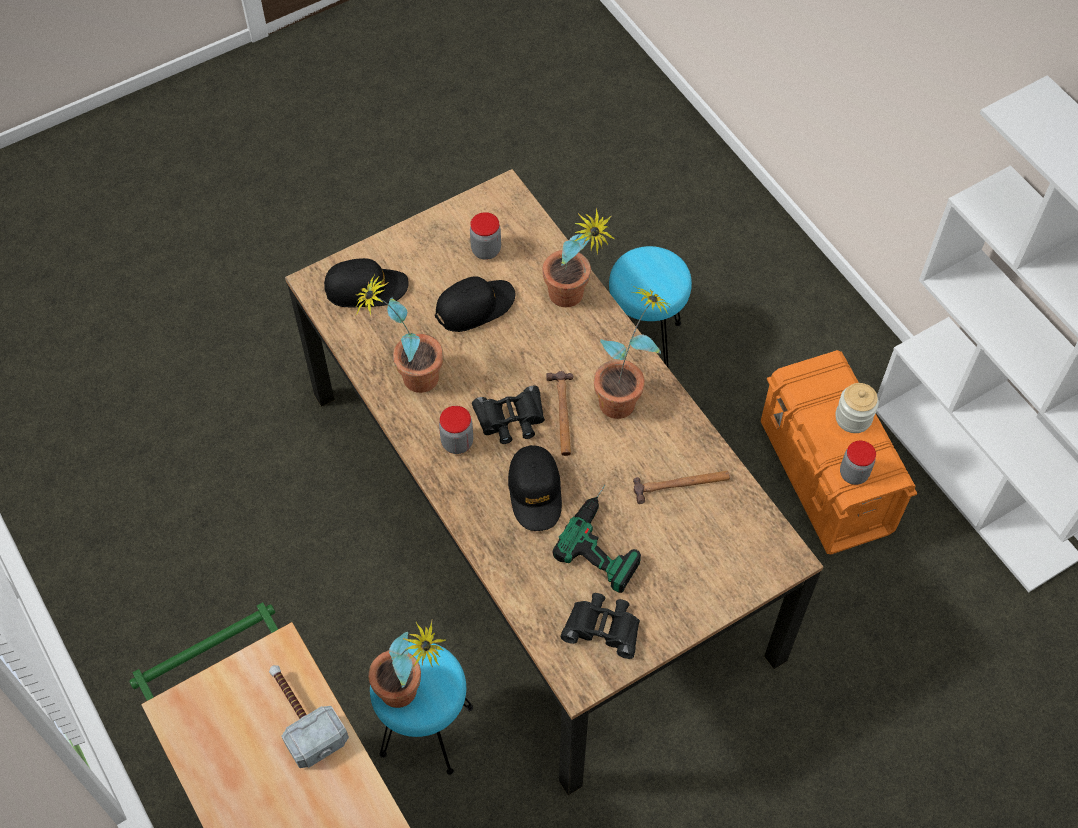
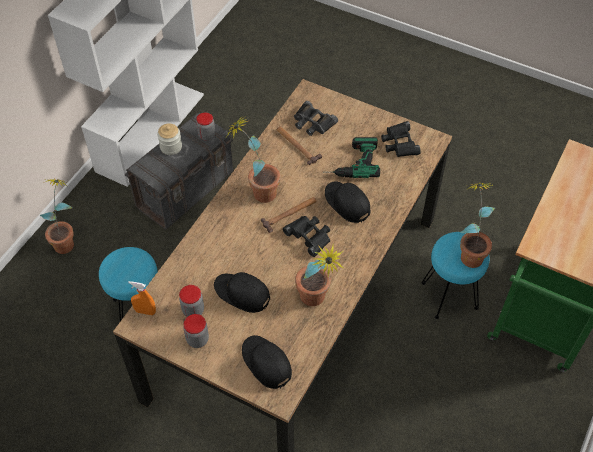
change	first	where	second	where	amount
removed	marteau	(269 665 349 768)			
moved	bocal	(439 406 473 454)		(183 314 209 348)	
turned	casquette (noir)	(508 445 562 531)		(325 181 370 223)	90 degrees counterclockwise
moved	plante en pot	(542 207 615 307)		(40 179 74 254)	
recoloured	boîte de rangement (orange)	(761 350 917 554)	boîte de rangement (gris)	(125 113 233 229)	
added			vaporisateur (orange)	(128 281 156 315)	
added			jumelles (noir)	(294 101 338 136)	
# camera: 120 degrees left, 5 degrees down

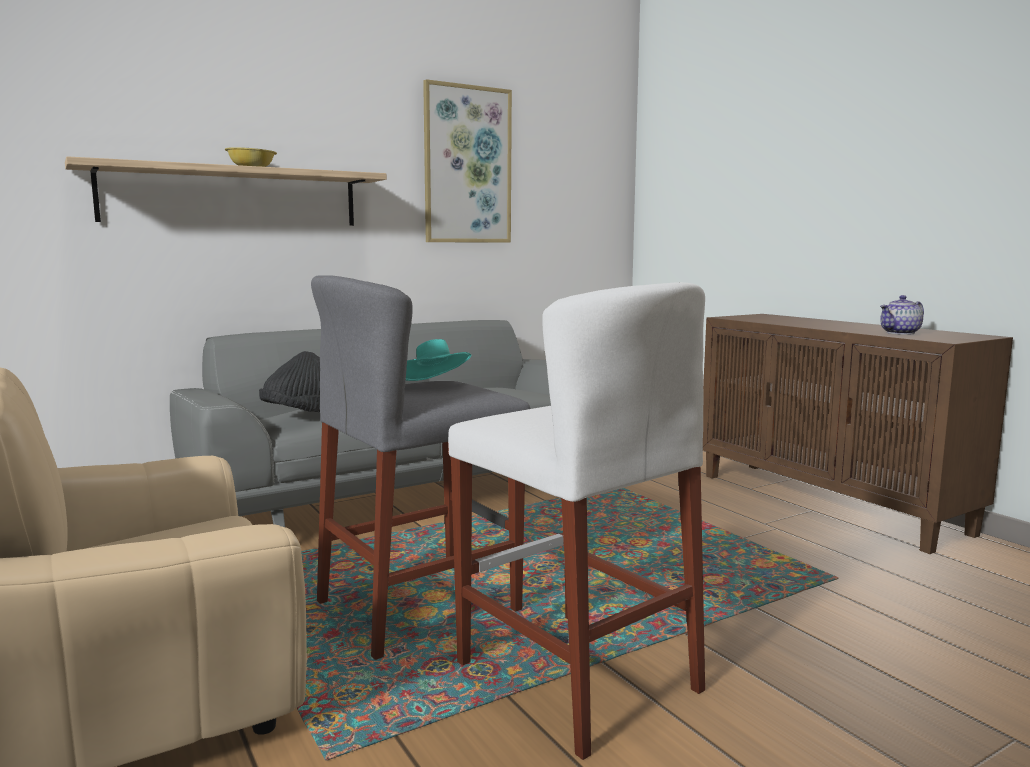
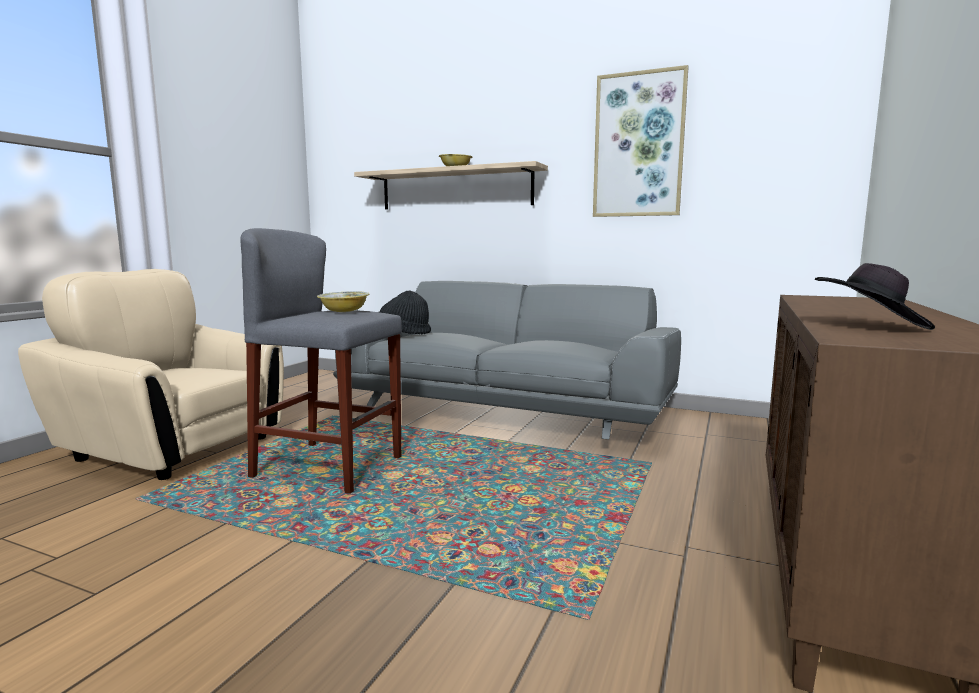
change	first	where	second	where	amount
replaced	chapeau (turquoise)	(406 339 472 381)	bol	(317 291 370 312)	
removed	tabouret (blanc)	(448 282 705 760)			
replaced	théière	(880 295 924 335)	chapeau (noir)	(814 263 935 330)	
# camera: 55 degrees right, 0 degrees up

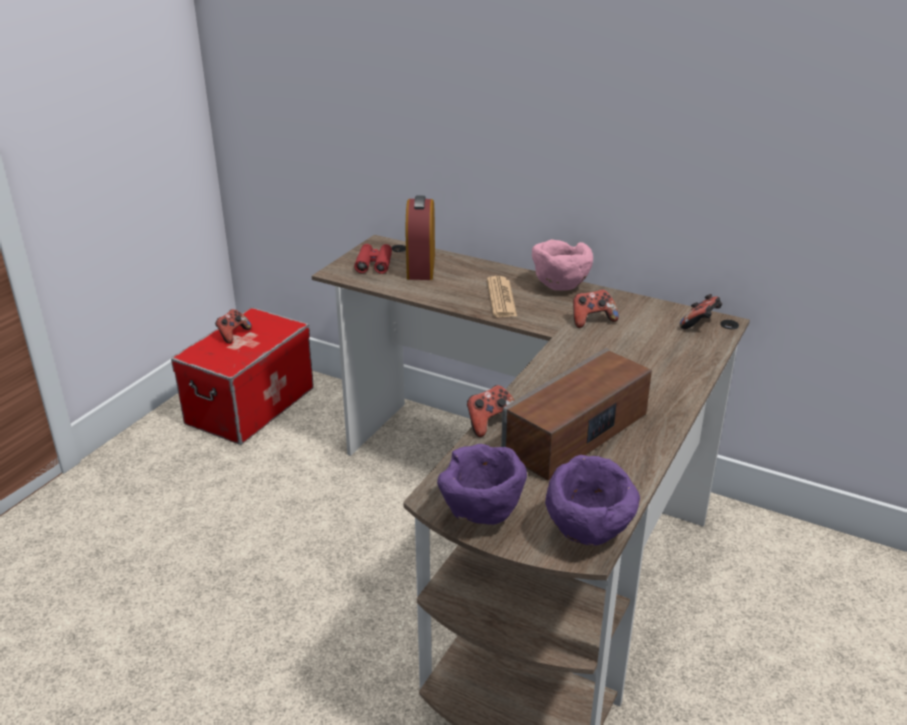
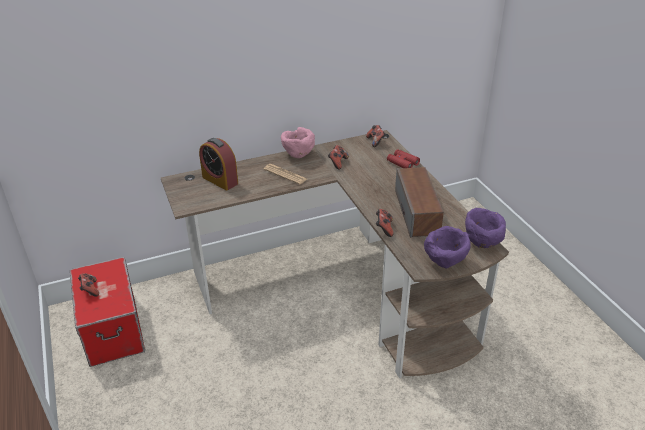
change	first	where	second	where	amount
moved	jumelles (rouge)	(354 244 392 274)		(387 149 420 168)	
# camera: 50 degrees left, 5 degrees up

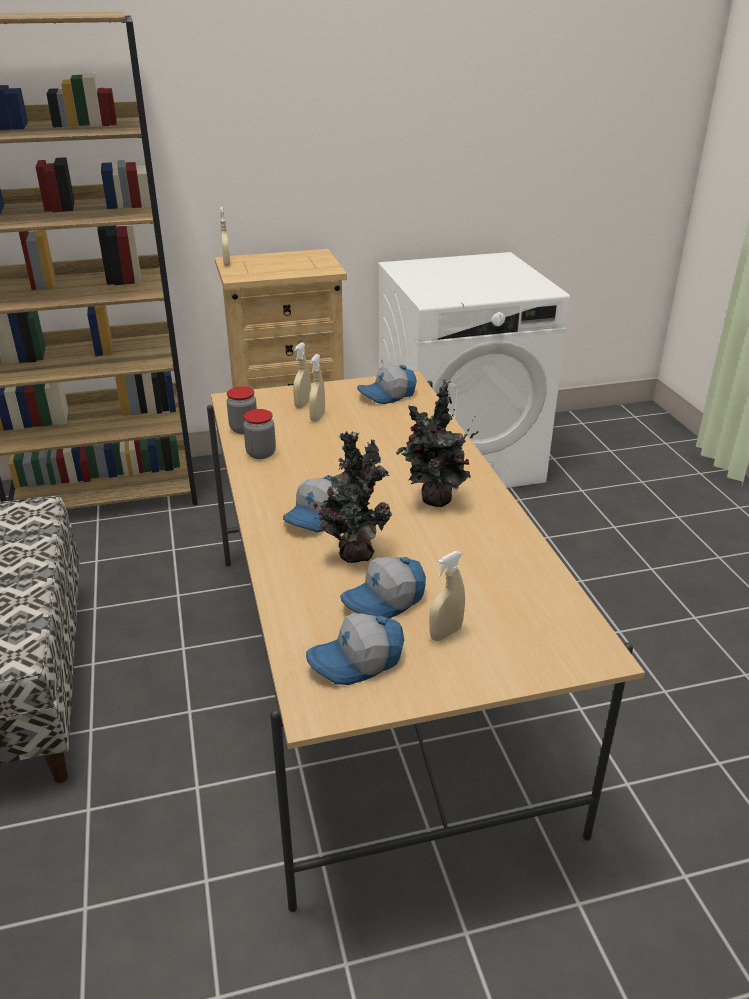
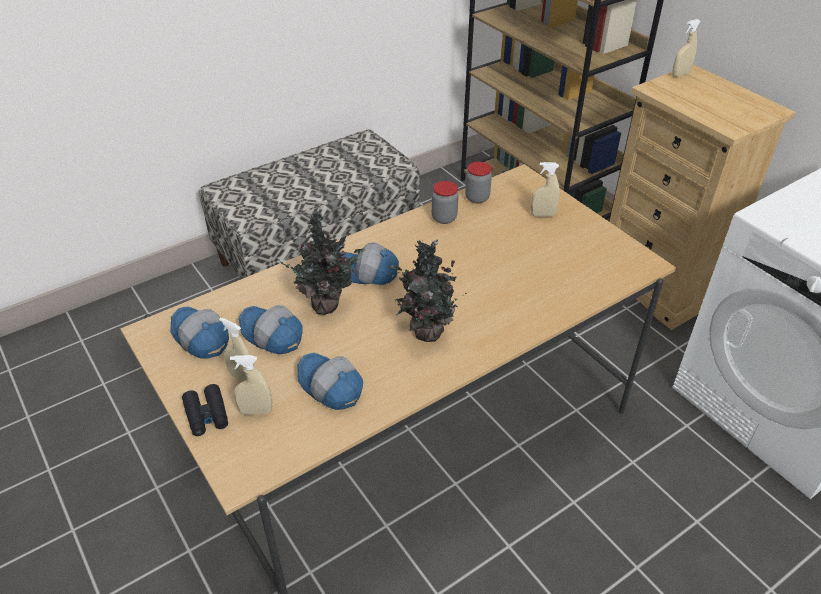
change	first	where	second	where	amount
moved	vaporisateur (beige)	(309 354 325 422)		(230 355 272 415)	
moved	casquette	(357 365 417 404)		(297 353 363 410)	
added			jumelles (noir)	(182 384 228 436)	
# camera: 70 degrees right, 10 degrees up

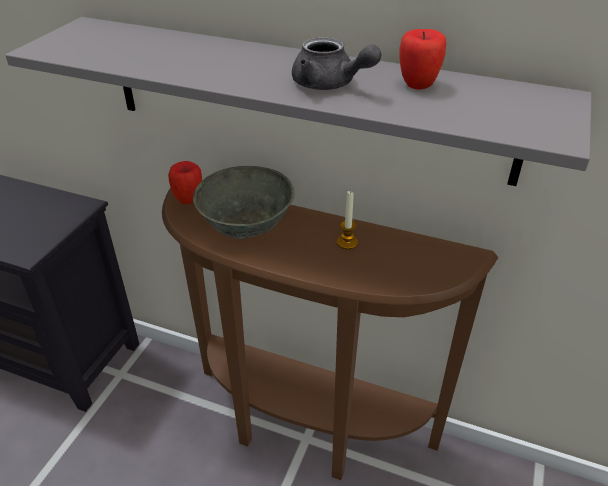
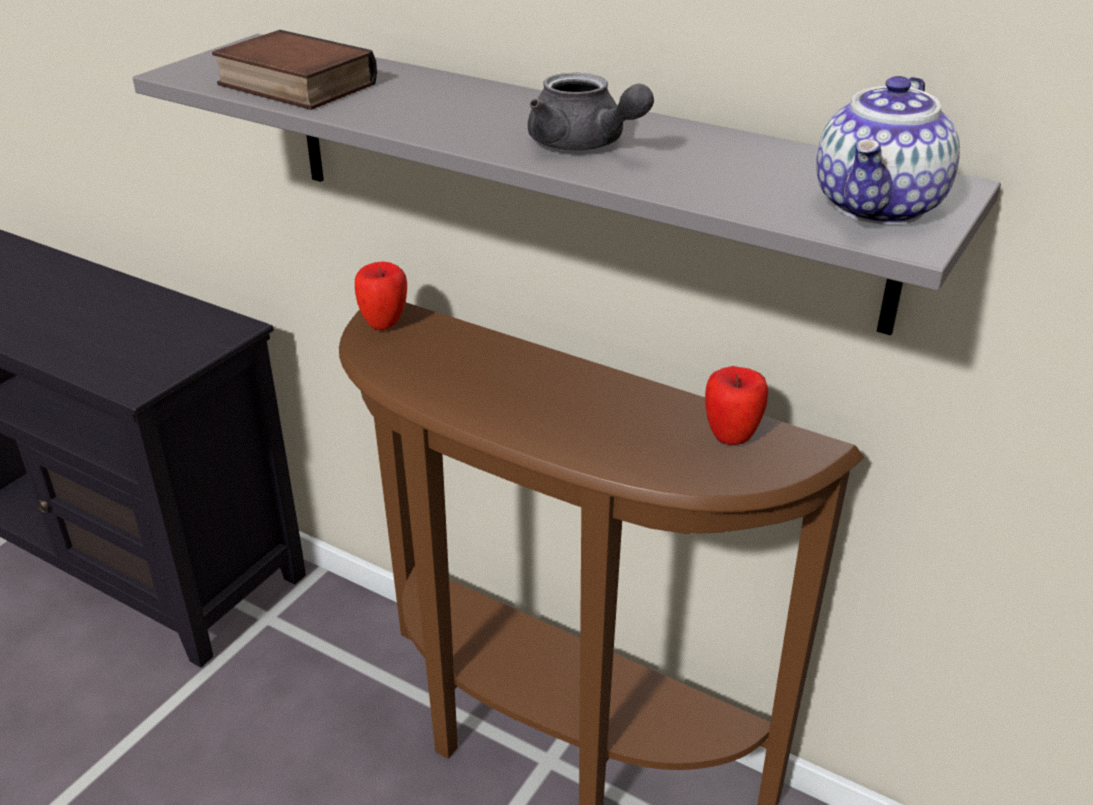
change	first	where	second	where	amount
removed	bol (gris)	(193 166 295 239)			
removed	bougie	(337 190 358 249)			
moved	pomme	(400 29 446 89)		(705 366 769 445)	
added			livre	(212 30 377 110)	
added			théière	(816 76 960 225)	
# camera: 10 degrees right, 5 degrees down

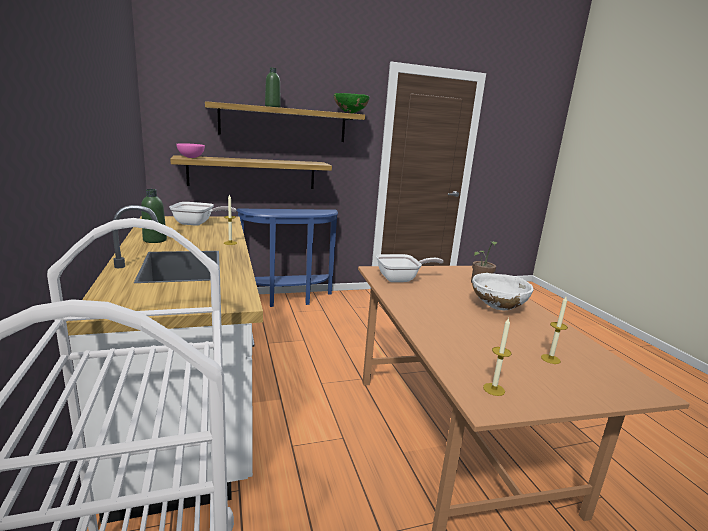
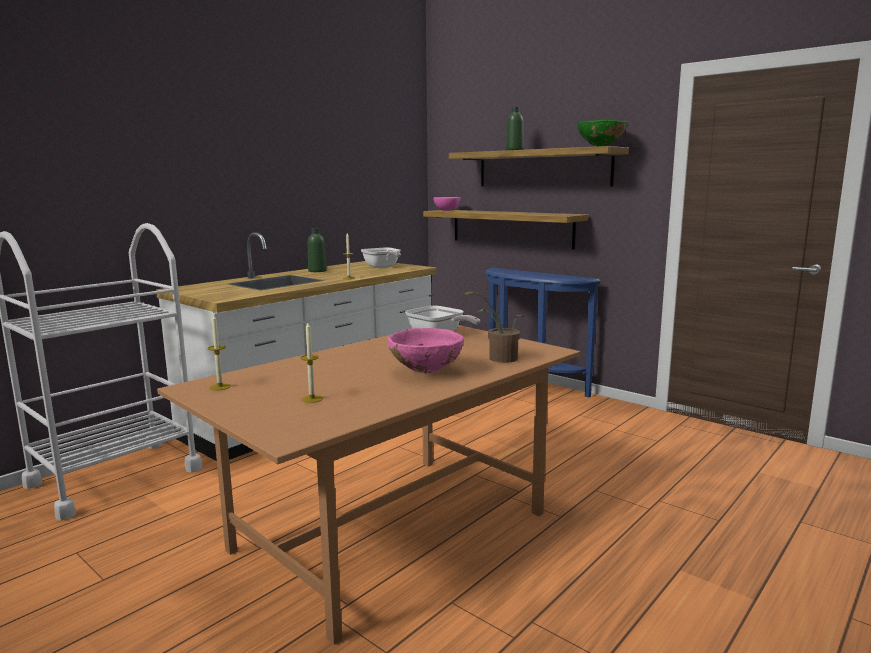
change	first	where	second	where	amount
recoloured	bol (blanc)	(472 273 534 310)	bol (rose)	(388 328 464 373)	
# camera: 60 degrees right, 5 degrees down

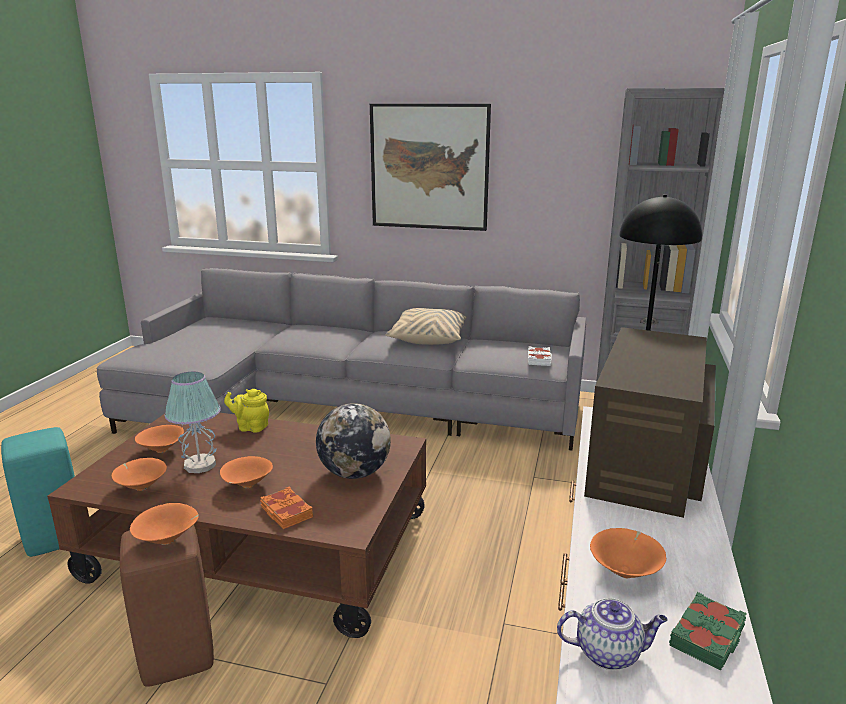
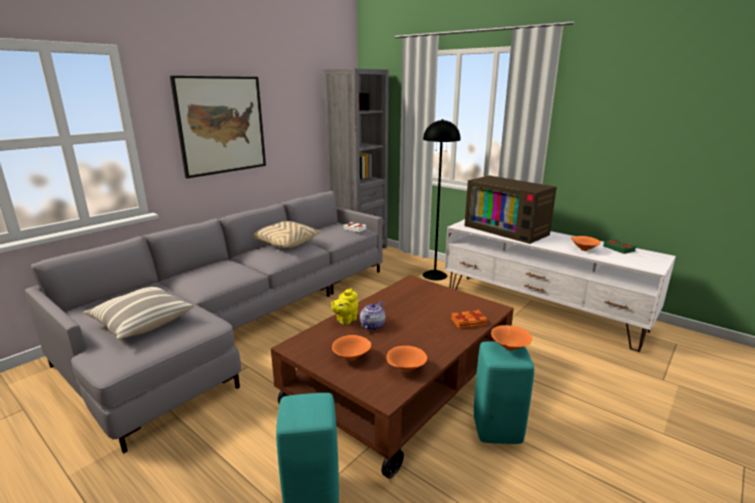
change	first	where	second	where	amount
recoloured	tabouret (marron)	(120 525 214 687)	tabouret (turquoise)	(474 342 534 444)	
removed	lampe de table	(165 372 221 473)			
removed	bol (orange)	(220 456 273 488)			
removed	globe	(316 403 391 479)			
moved	théière	(557 598 668 670)		(360 301 386 330)	
added			coussin	(83 287 194 339)	
# camera: 65 degrees left, 0 degrees up

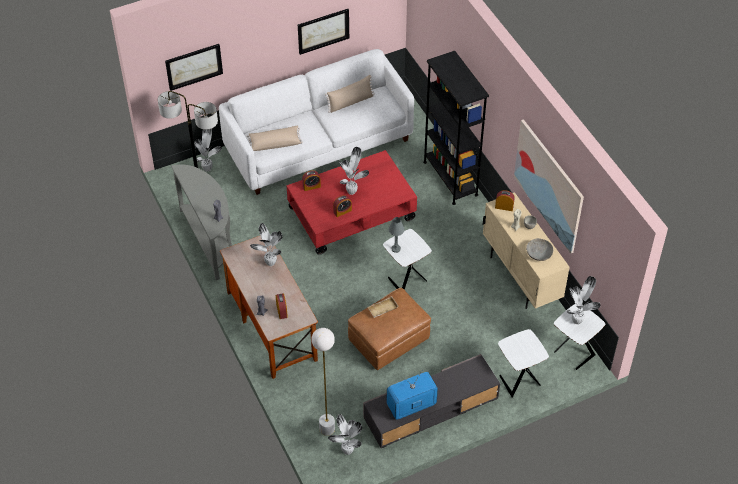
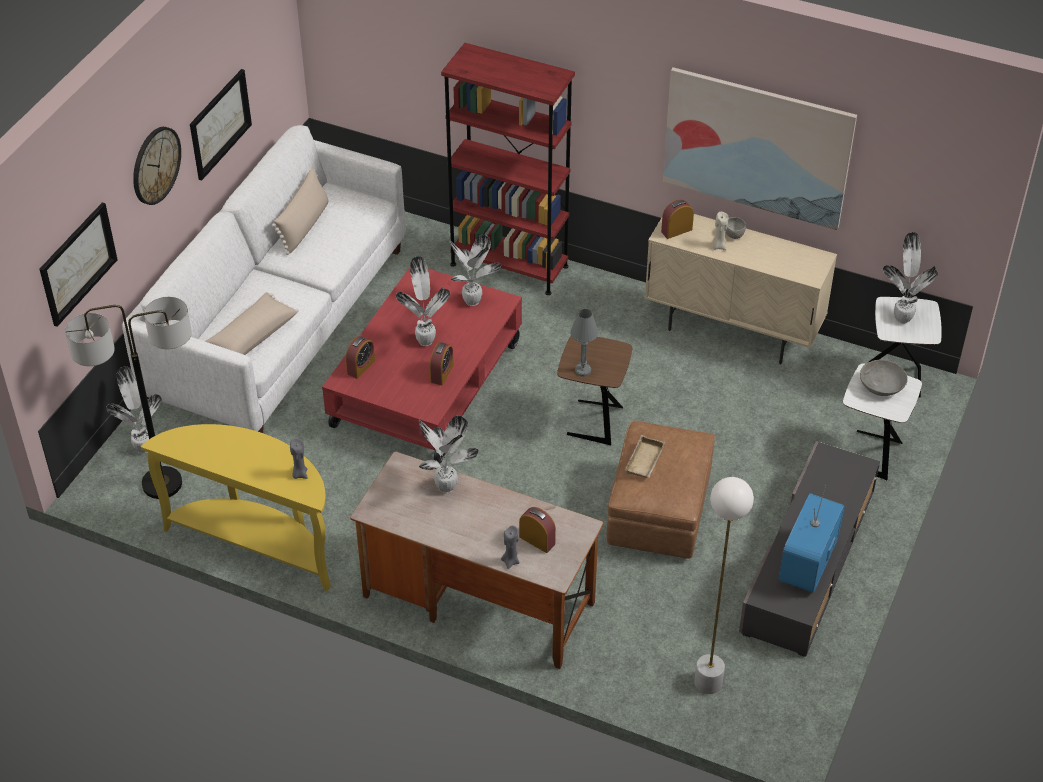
change	first	where	second	where	amount
recoloured	table console (gris)	(171 165 232 280)	table console (jaune)	(141 424 331 591)	
moved	plante en pot	(328 414 362 455)		(449 235 501 306)	
recoloured	table d'appoint (blanc)	(383 229 432 290)	table d'appoint (marron)	(557 336 633 446)	
recoloured	bibliothèque (noir)	(423 51 489 205)	bibliothèque (rouge)	(441 43 575 295)	
moved	bol (gris)	(526 238 553 261)		(860 360 908 396)	
added			horloge murale	(133 127 181 205)	
# camera: 40 degrees left, 5 degrees down

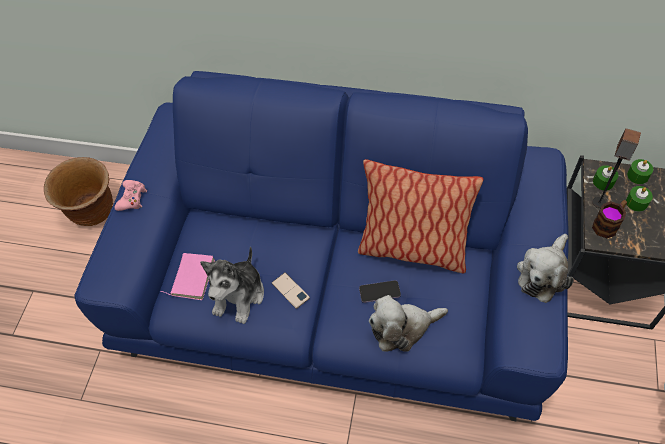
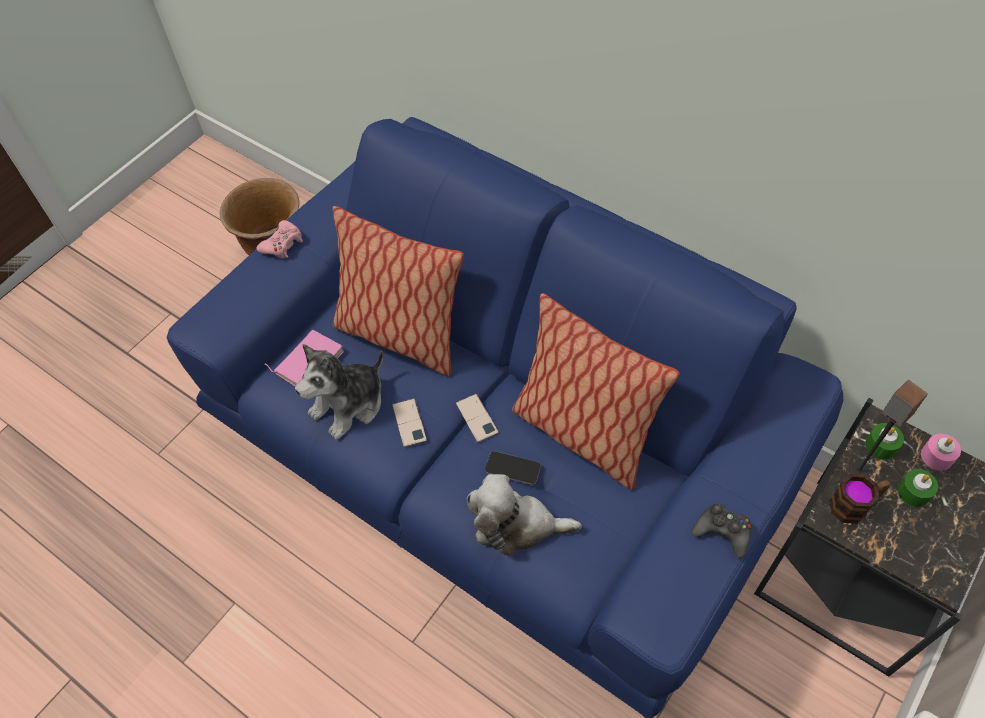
change	first	where	second	where	amount
replaced	peluche	(517 234 574 303)	manette (noir)	(692 503 751 558)	
recoloured	bougie (vert)	(627 159 653 184)	bougie (rose)	(921 433 961 471)	
added			coussin	(333 206 464 376)	
added			téléphone	(456 394 499 442)	
# camera: 25 degrees right, 0 degrees up

